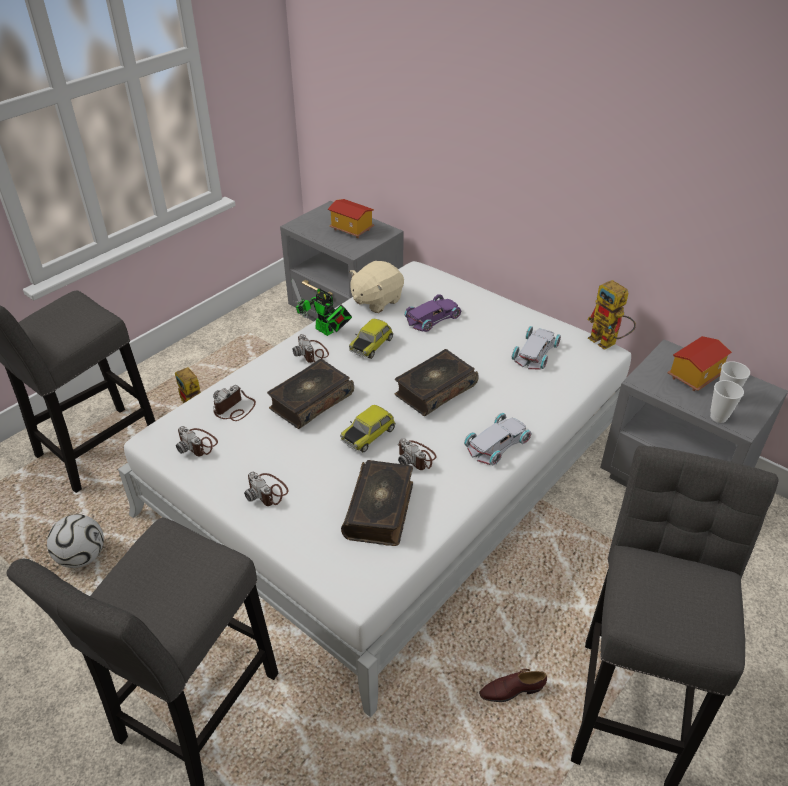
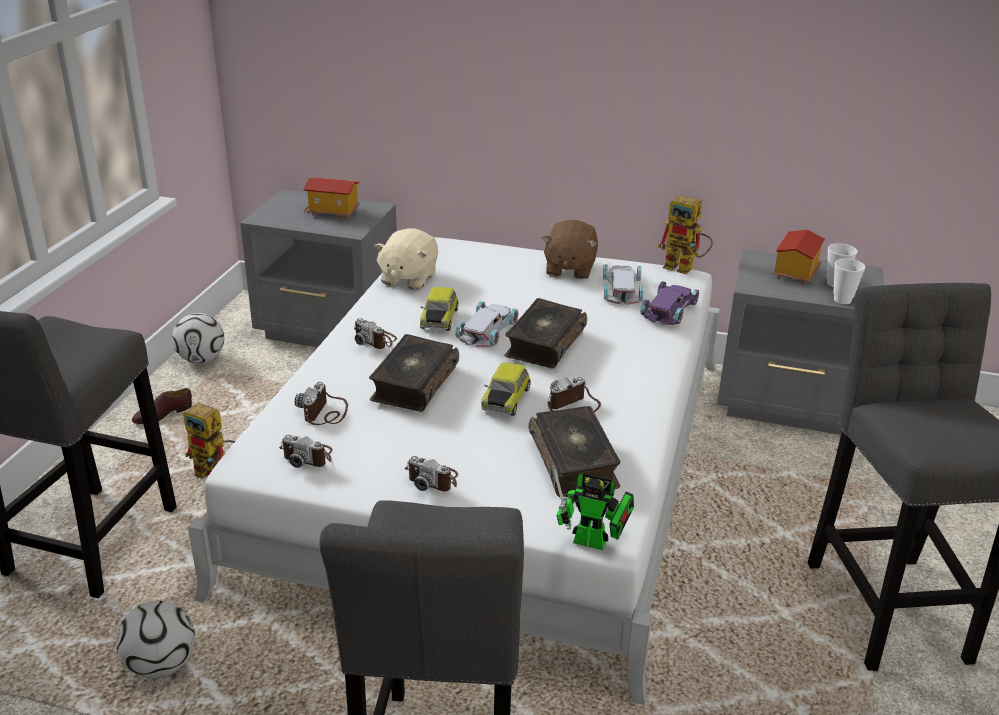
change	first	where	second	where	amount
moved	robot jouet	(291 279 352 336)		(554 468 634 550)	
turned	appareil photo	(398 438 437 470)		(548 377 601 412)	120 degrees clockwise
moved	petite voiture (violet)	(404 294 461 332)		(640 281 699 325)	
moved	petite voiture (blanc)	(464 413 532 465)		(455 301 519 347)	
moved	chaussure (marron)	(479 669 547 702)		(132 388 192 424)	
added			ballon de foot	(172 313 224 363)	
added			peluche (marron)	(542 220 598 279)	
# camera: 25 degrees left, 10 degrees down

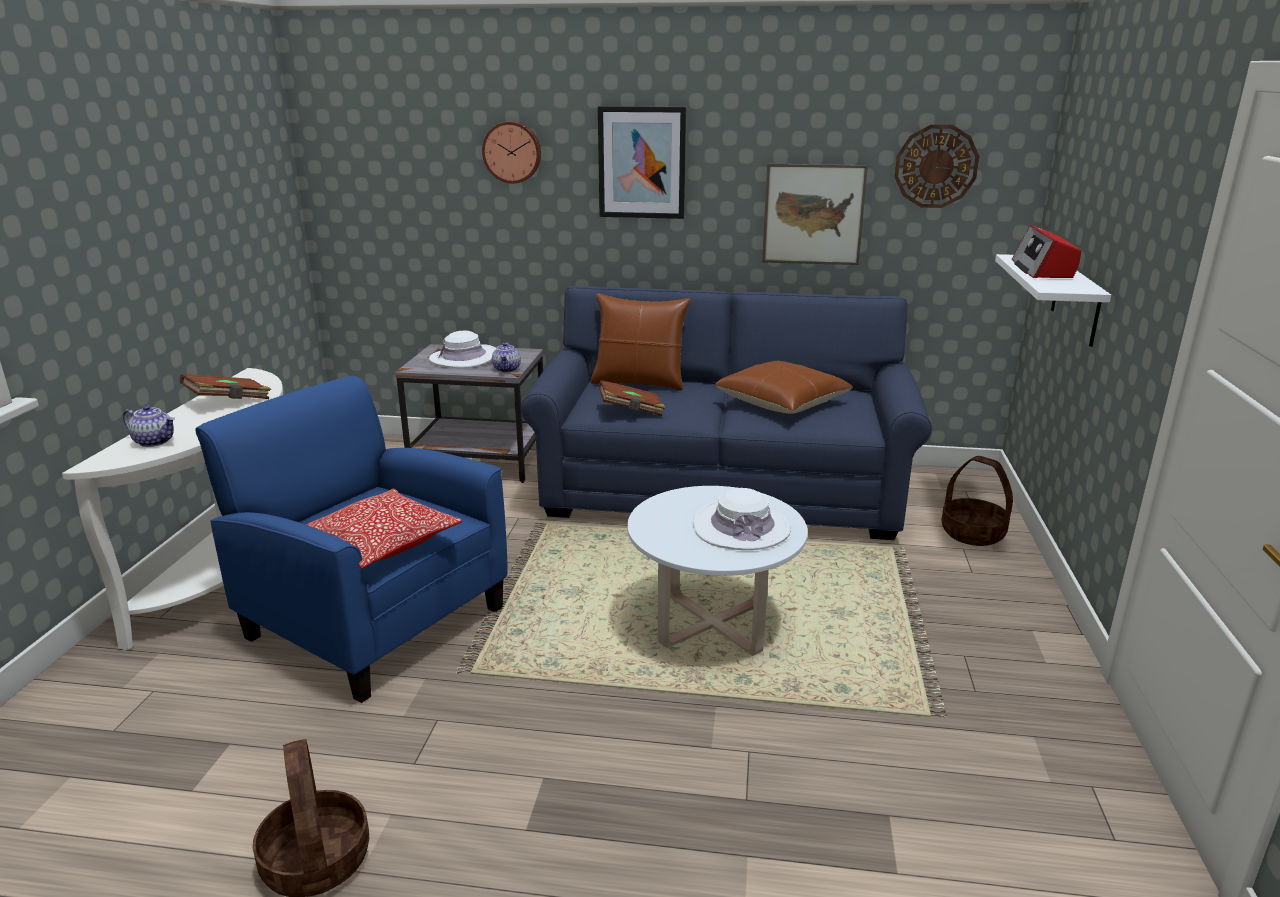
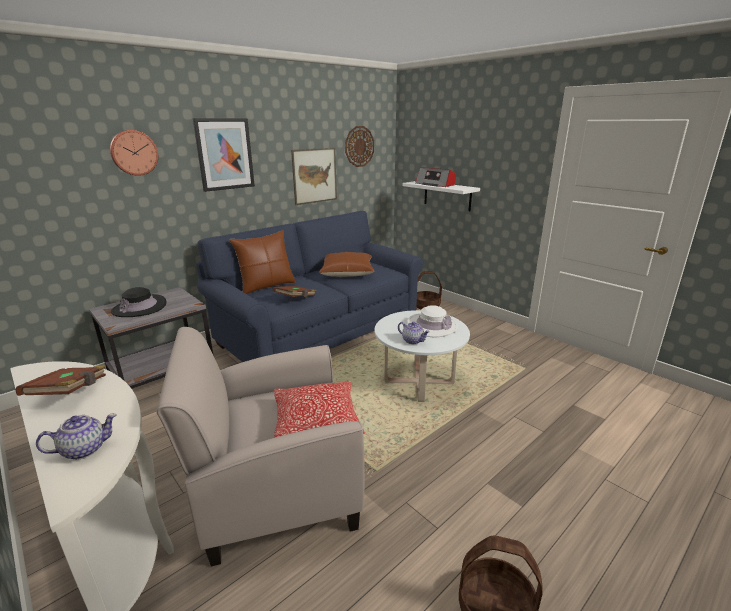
change	first	where	second	where	amount
recoloured	fauteuil (bleu)	(195 376 507 703)	fauteuil (beige)	(157 327 365 566)	
recoloured	chapeau (blanc)	(429 331 496 368)	chapeau (noir)	(111 287 166 317)	
moved	théière	(492 342 521 372)		(398 322 430 344)	
# camera: 50 degrees left, 0 degrees up

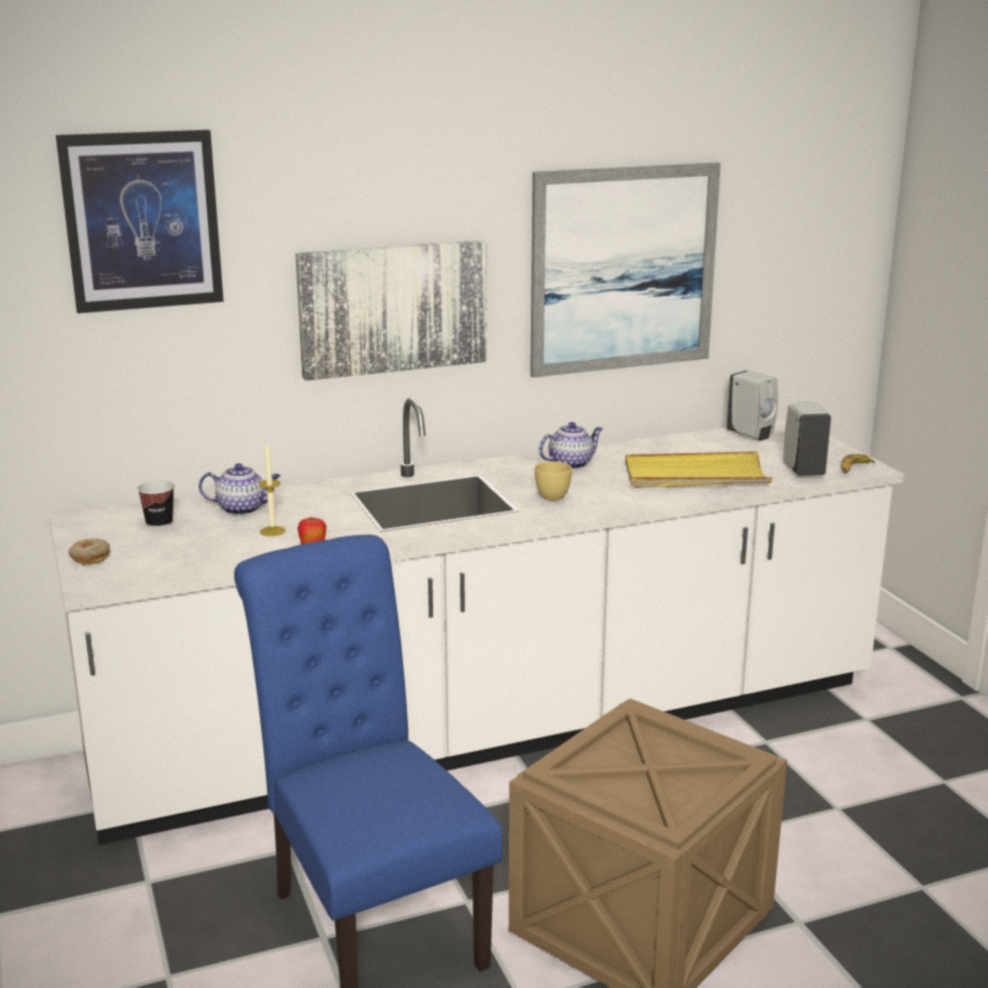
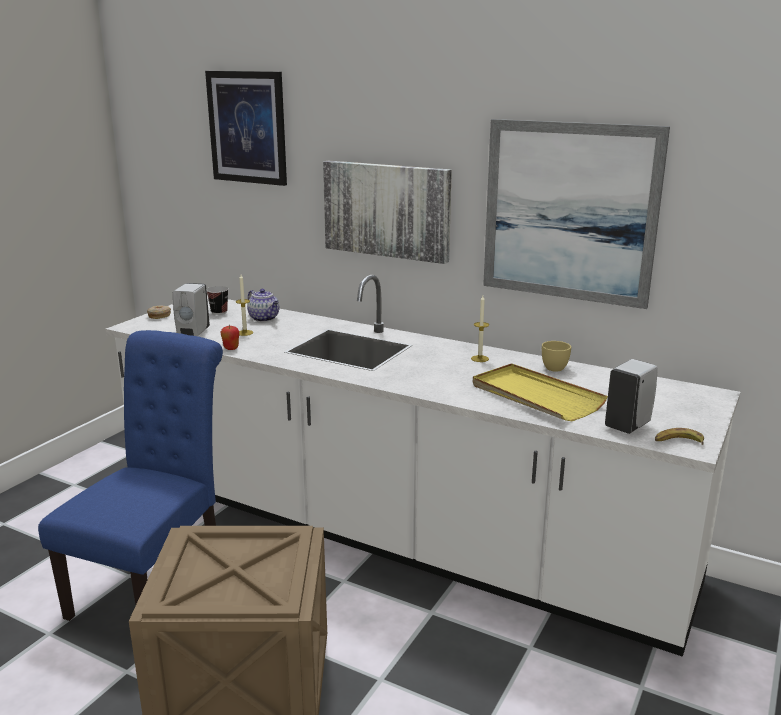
change	first	where	second	where	amount
moved	tasse (jaune)	(535 461 572 501)		(542 341 571 372)	
replaced	théière	(539 422 603 469)	bougie	(471 296 489 362)	
moved	distributeur de savon (blanc)	(727 371 778 441)		(173 283 210 336)	
# camera: 50 degrees right, 0 degrees up

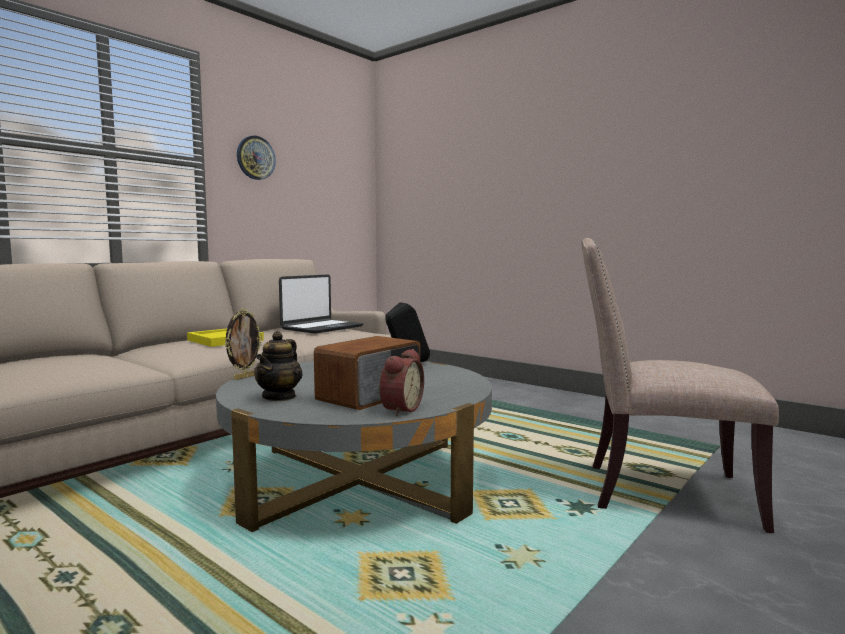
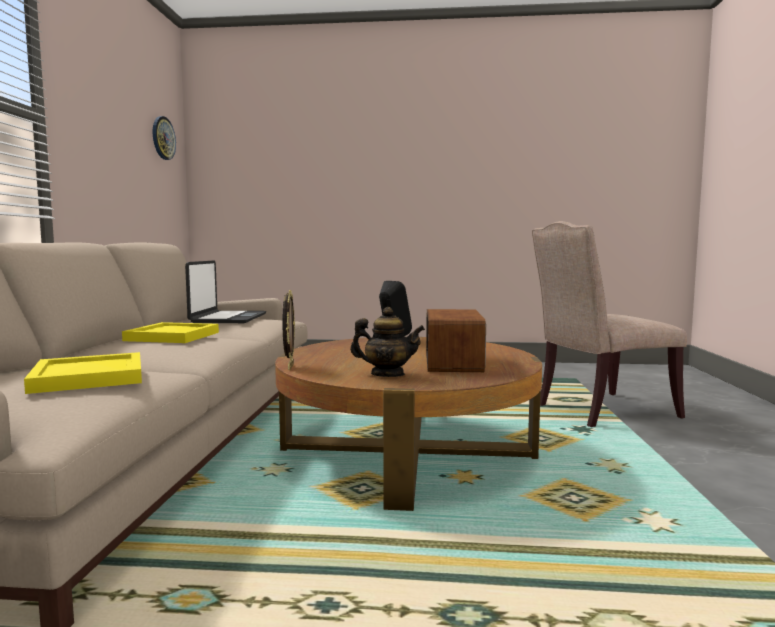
change	first	where	second	where	amount
recoloured	table basse (gris)	(216 361 492 532)	table basse (marron)	(275 337 542 511)	
moved	horloge murale	(237 136 276 180)		(153 116 176 160)	
turned	théière	(254 331 303 401)		(350 307 425 377)	60 degrees counterclockwise
removed	réveil	(379 349 424 416)			
added			plateau (jaune)	(24 352 142 394)	
# camera: 35 degrees left, 0 degrees up

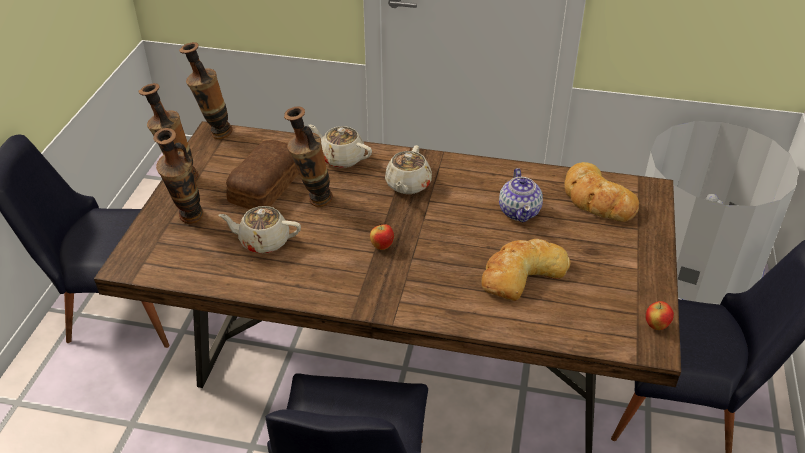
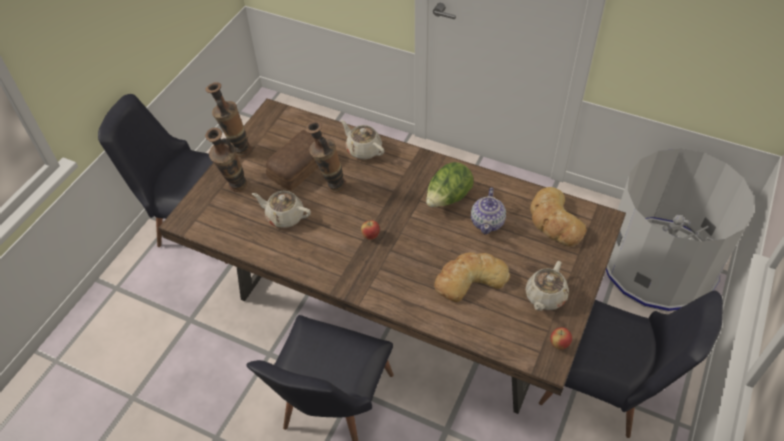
change	first	where	second	where	amount
removed	vase	(179 42 233 139)			
moved	théière (beige)	(385 145 432 194)		(525 261 569 311)	
added			laitue	(426 162 474 207)	
# camera: 15 degrees right, 10 degrees up

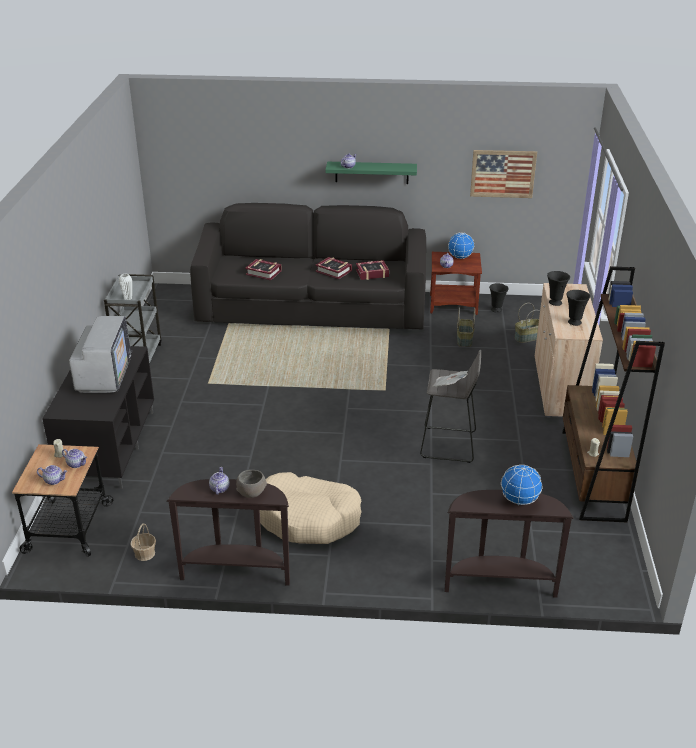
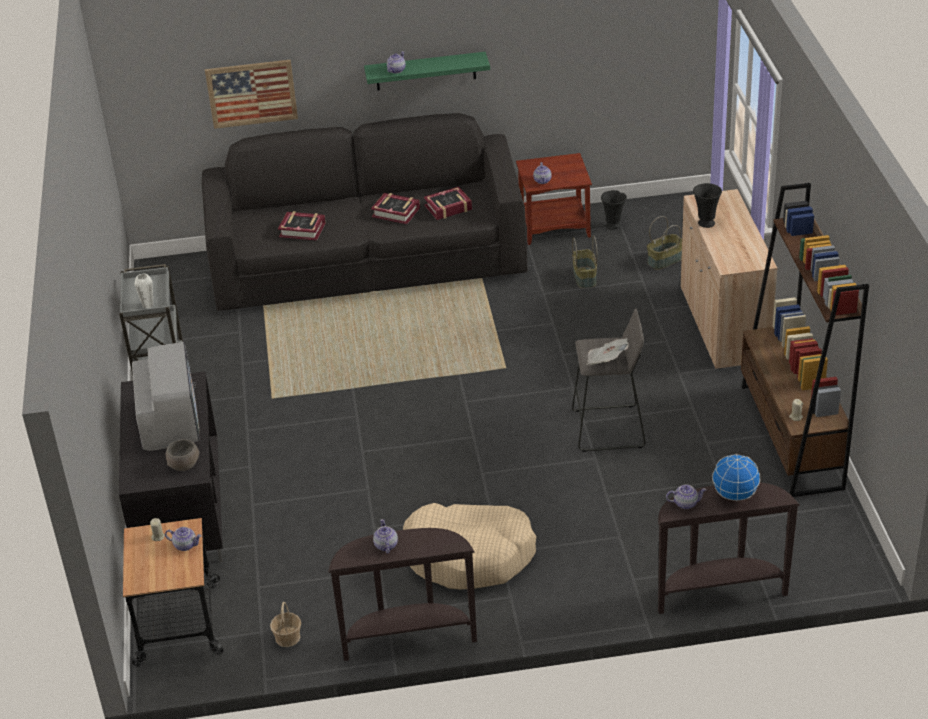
change	first	where	second	where	amount
moved	théière	(37 465 67 485)		(666 485 707 509)	
moved	bol (gris)	(236 470 267 498)		(166 440 199 471)	
removed	globe	(448 232 474 259)			
moved	tableau	(470 150 537 198)		(205 60 298 129)	
removed	vase (noir)	(567 290 590 326)			
# camera: 10 degrees left, 5 degrees up

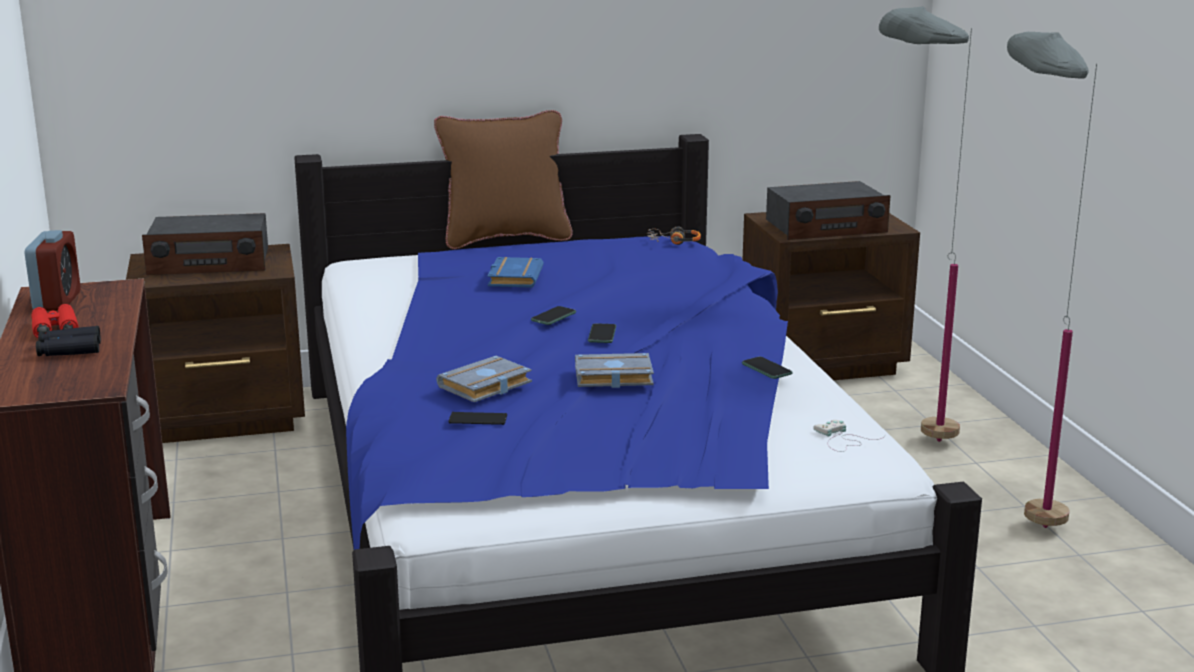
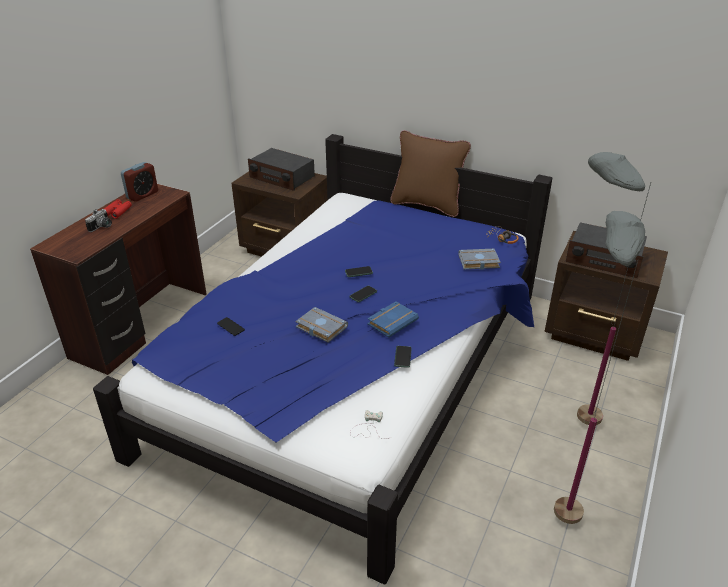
change	first	where	second	where	amount
replaced	jumelles (noir)	(36 326 101 356)	appareil photo	(85 209 112 232)	
moved	livre (gris)	(436 356 532 402)		(459 249 501 270)	
moved	livre (bleu)	(487 257 544 288)		(367 301 419 337)	
# camera: 40 degrees right, 15 degrees up

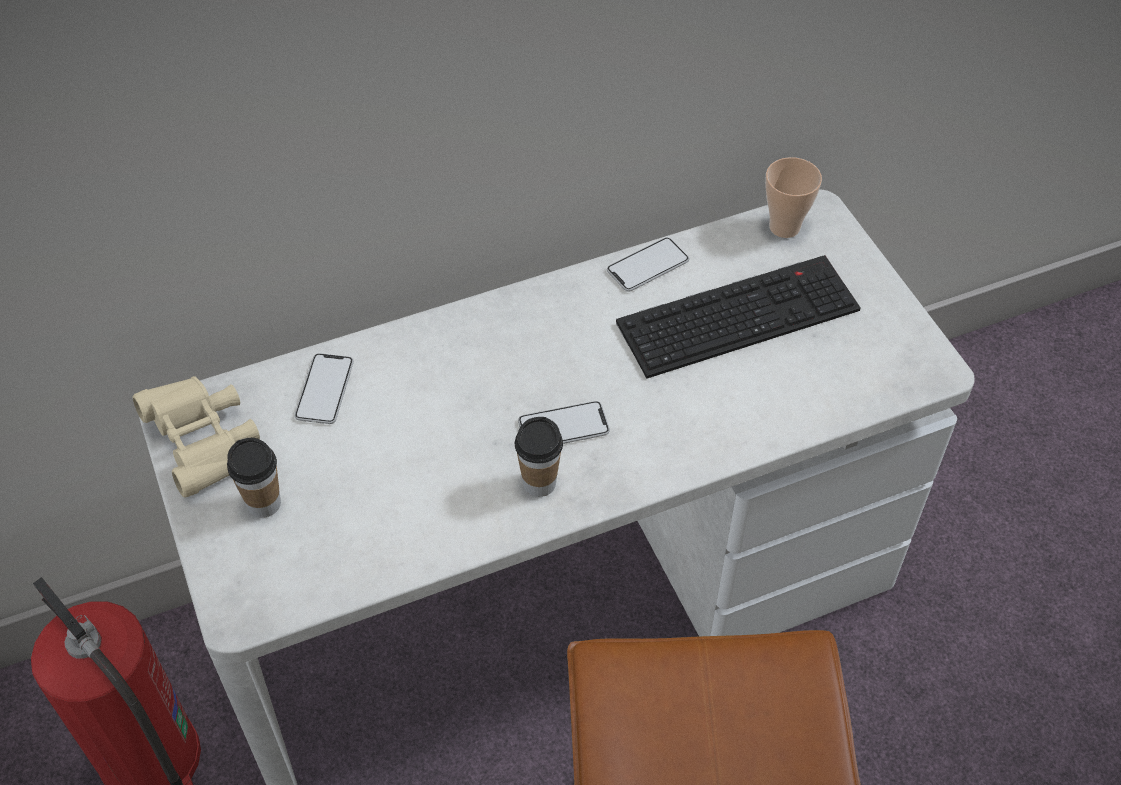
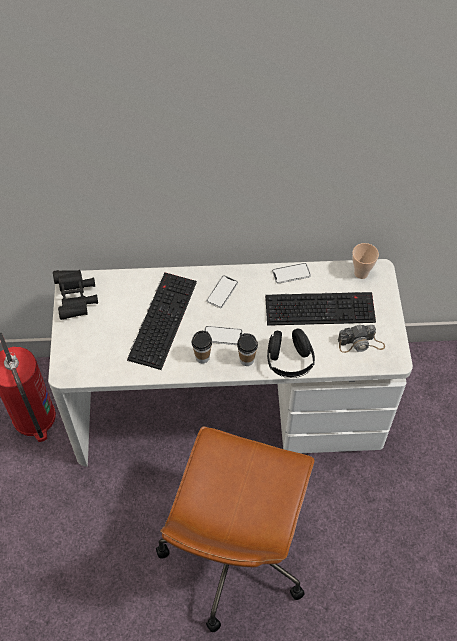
change	first	where	second	where	amount
recoloured	jumelles (beige)	(133 376 260 498)	jumelles (noir)	(53 270 98 320)	
moved	tasse	(227 438 281 518)		(237 333 258 366)	
moved	téléphone	(294 353 354 424)		(206 275 238 308)	
added			clavier	(127 272 197 370)	
added			casque audio (noir)	(267 328 315 378)	
added			appareil photo	(338 324 385 353)	
# camera: 20 degrees right, 5 degrees up

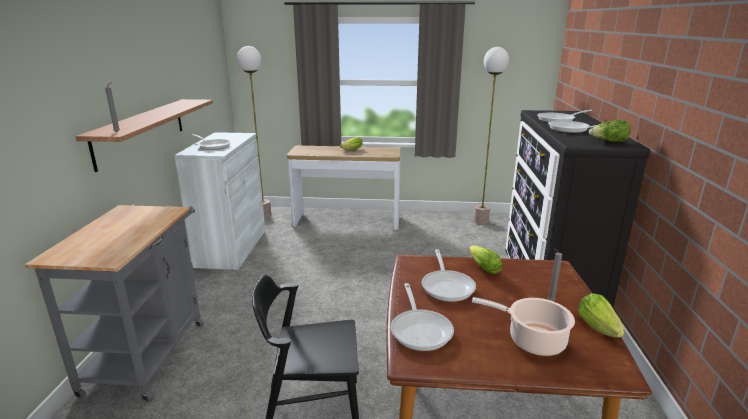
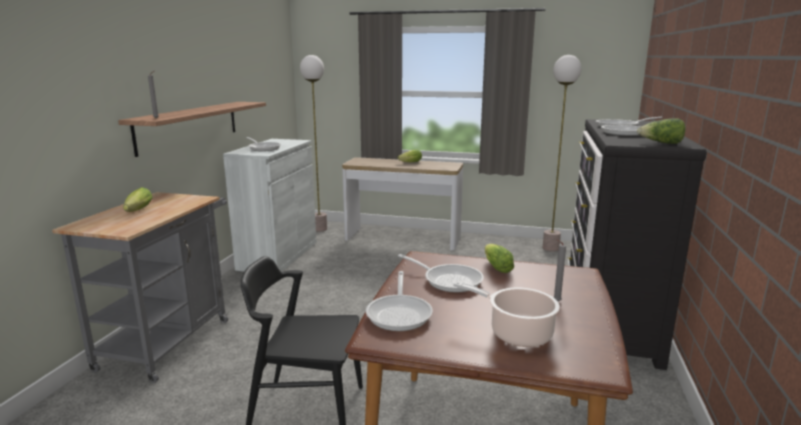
change	first	where	second	where	amount
turned	poêle	(422 249 476 302)		(398 254 484 292)	60 degrees counterclockwise
moved	laitue	(578 293 625 338)		(123 187 152 212)	
# camera: 10 degrees right, 5 degrees down

